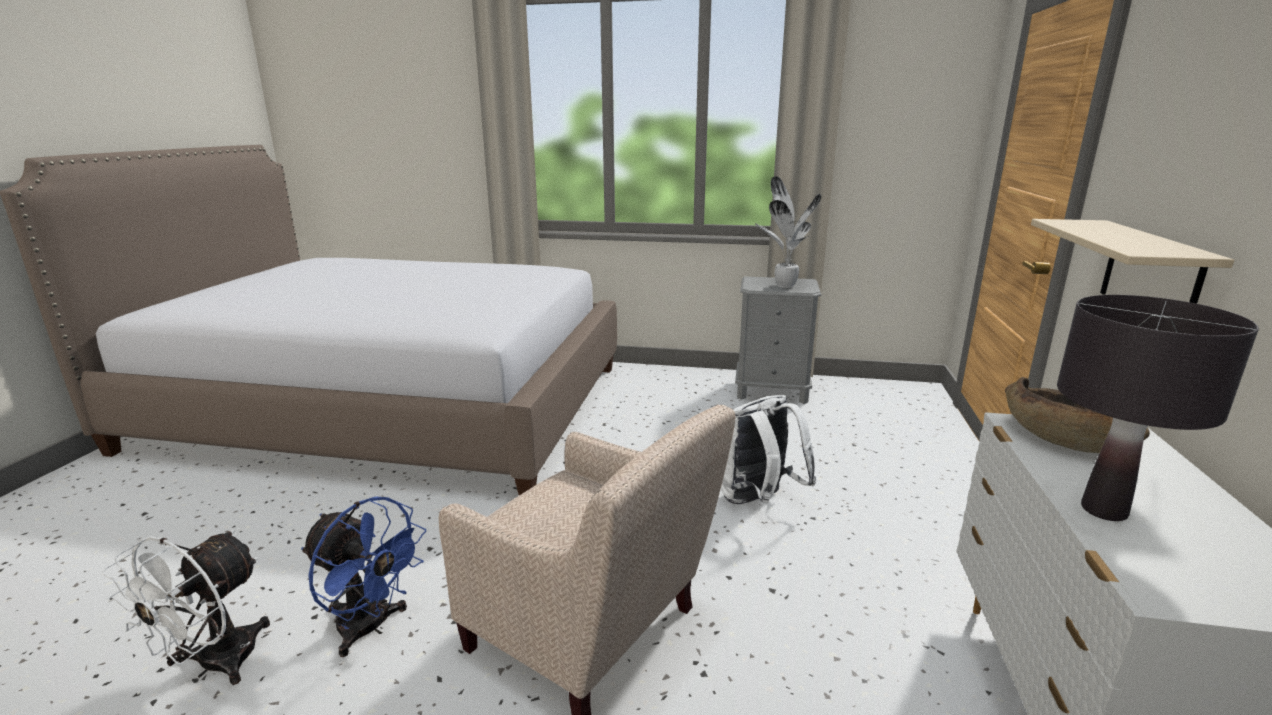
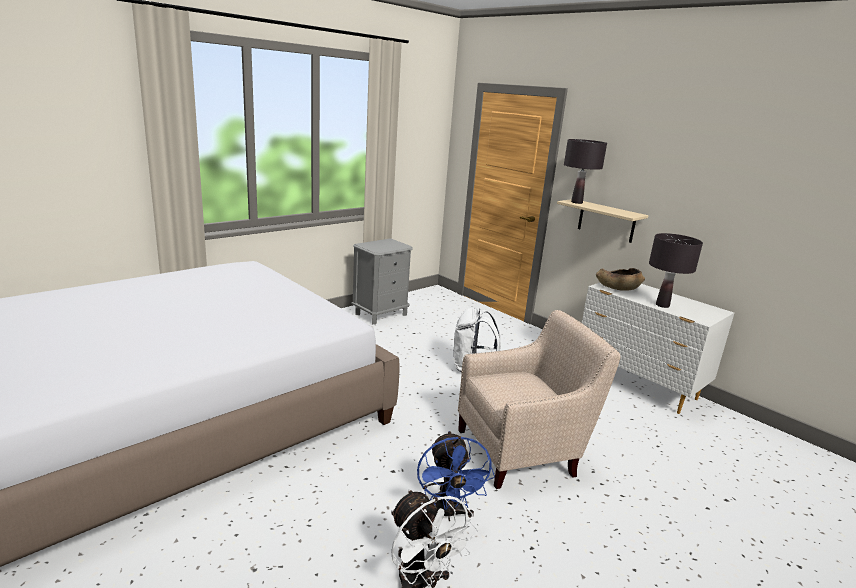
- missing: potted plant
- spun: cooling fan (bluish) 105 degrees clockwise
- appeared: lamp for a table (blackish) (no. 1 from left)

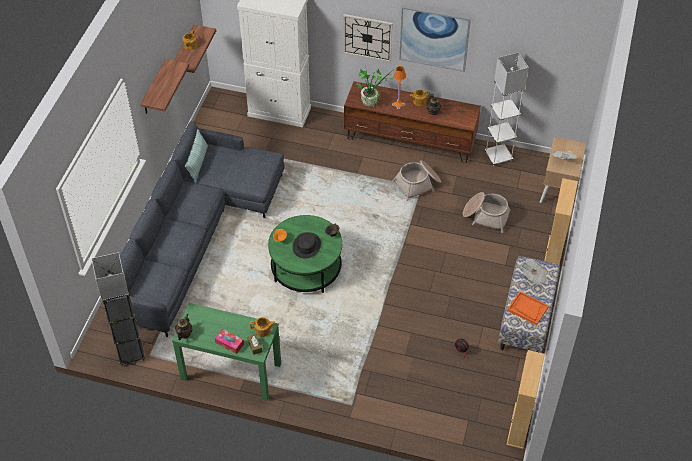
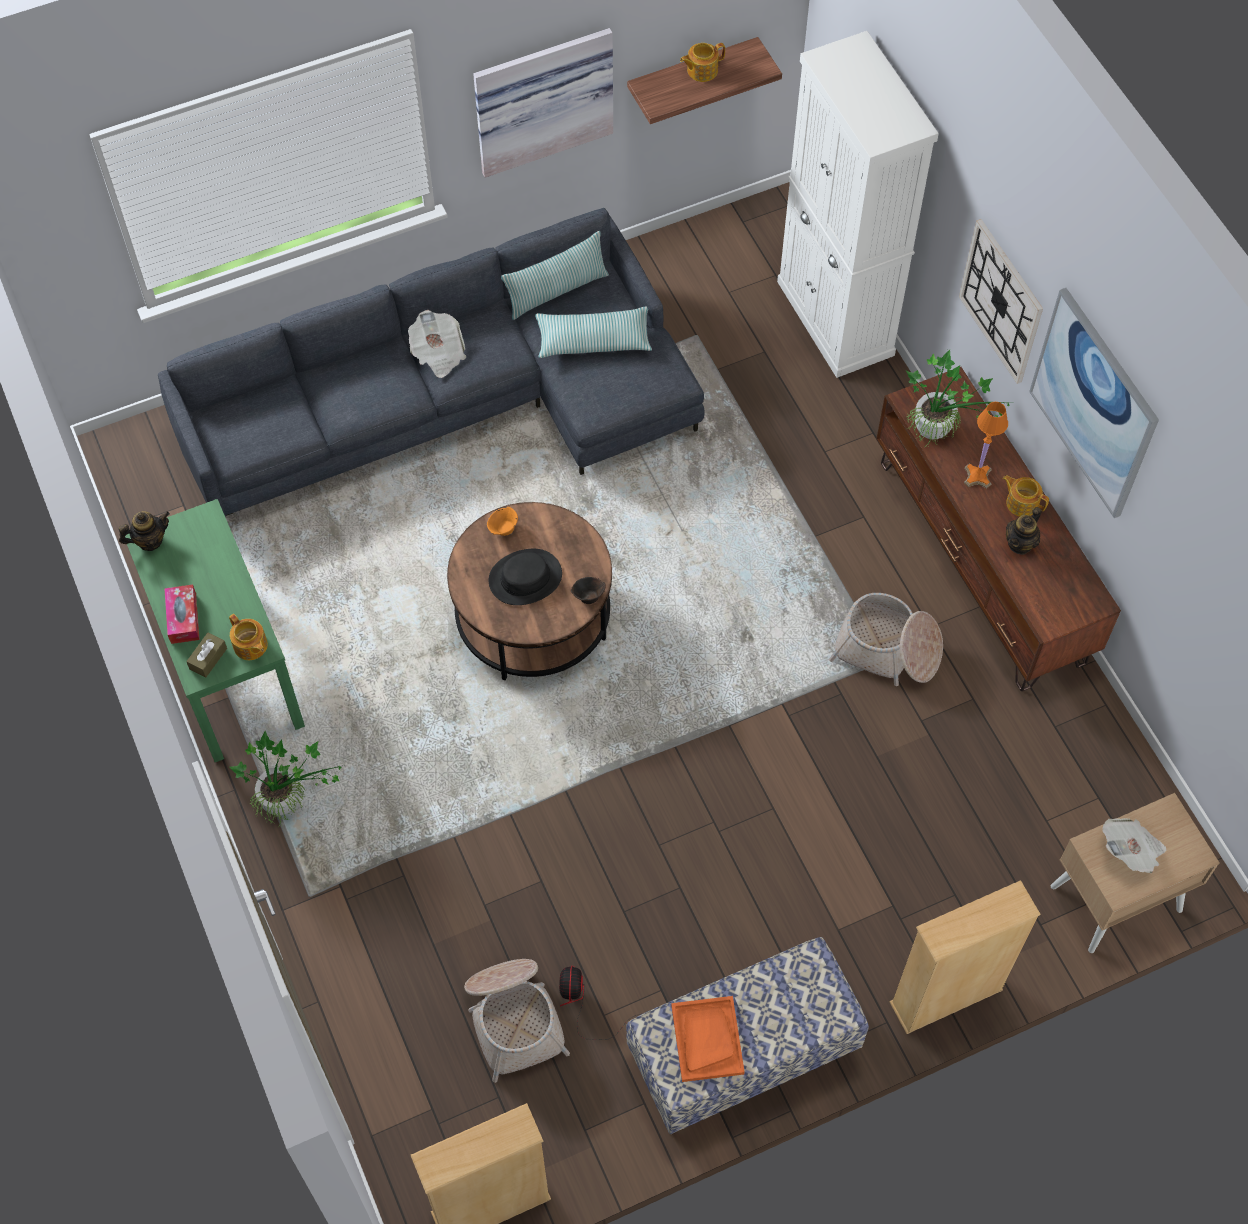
- missing: standing lamp (white-coloured)
- exchanged: shelf (no. 1 from left) to wall picture (no. 1 from left)
- relocated: basket (no. 2 from left in the first image) to basket (no. 1 from left)
- colour: low table (green) to low table (brownish)
- missing: standing lamp (blackish)
- relocated: daily paper (no. 1 from left)
- appeared: cushion (no. 2 from left)
- appeared: potted plant (no. 1 from left)

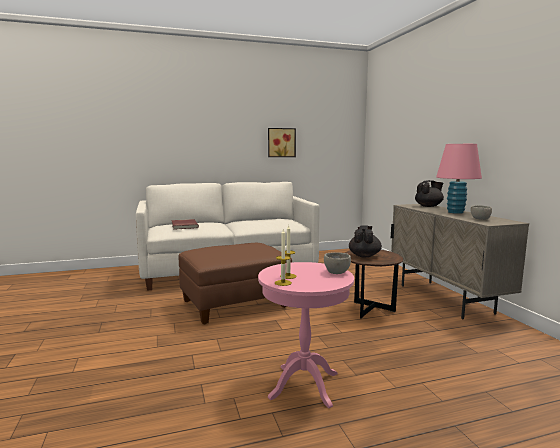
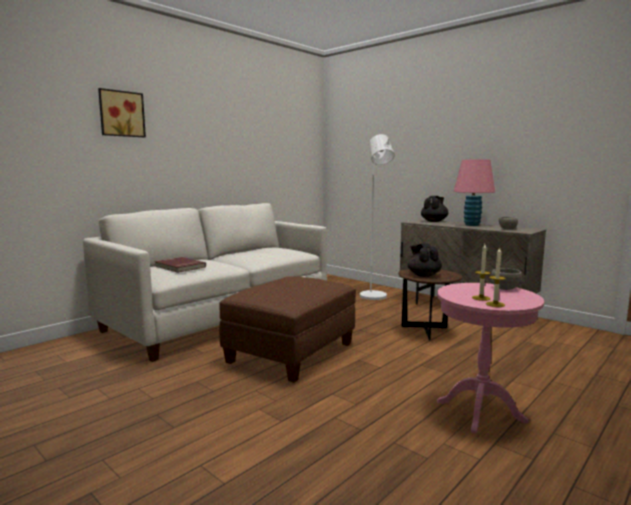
- relocated: wall picture
- appeared: standing lamp (white-coloured)

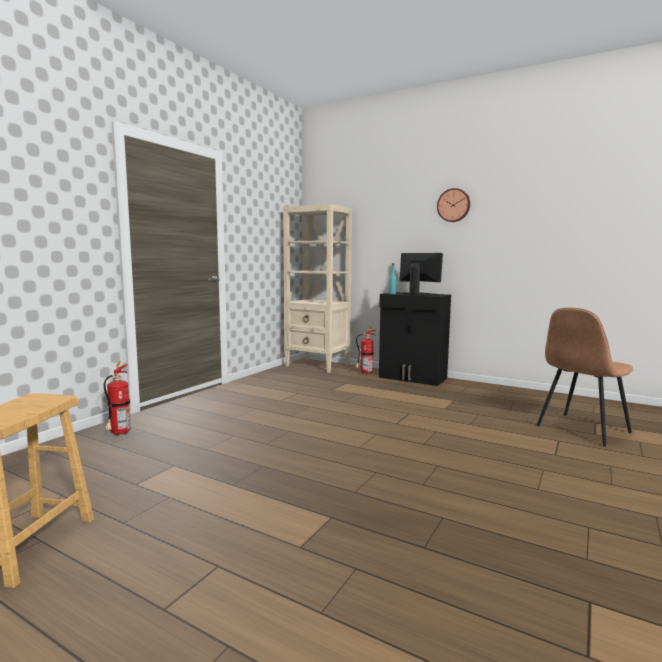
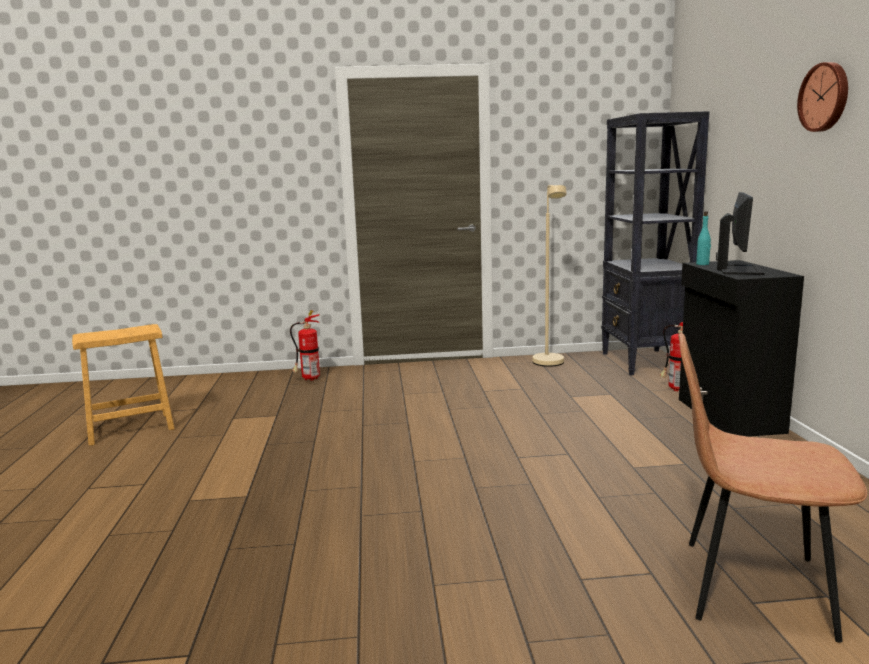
- colour: bookshelf (beige-coloured) to bookshelf (blackish)
- appeared: standing lamp (beige-coloured)

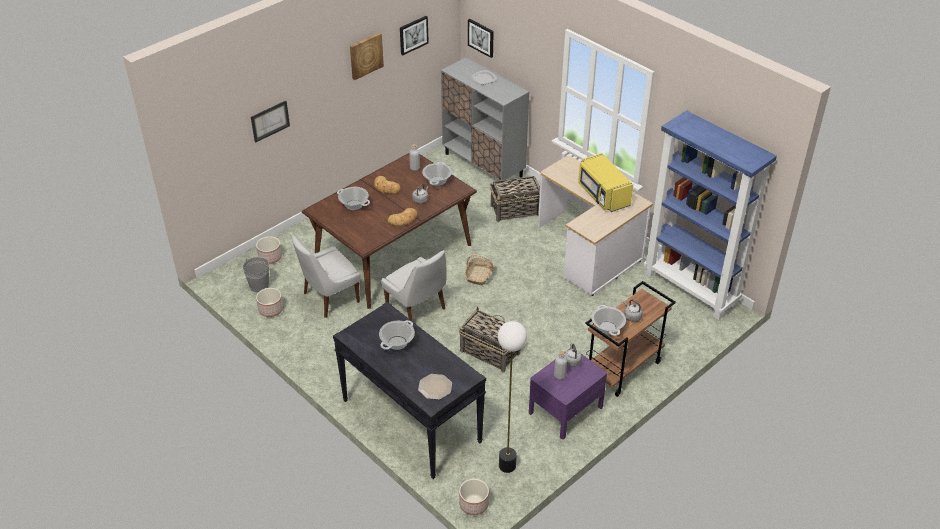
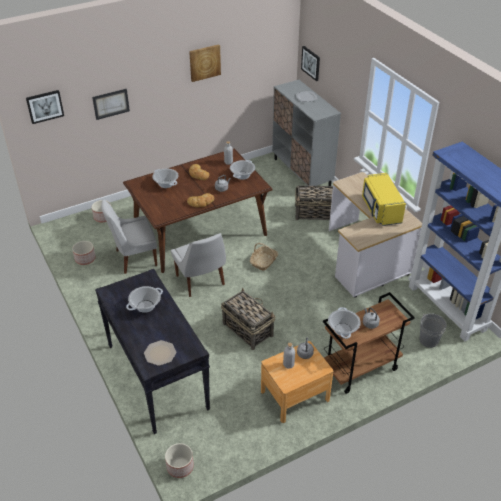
- relocated: wall picture (no. 3 from left in the first image) to wall picture (no. 1 from left)
- relocated: pail (grey)
- missing: standing lamp
- colour: nightstand (purple) to nightstand (brownish)

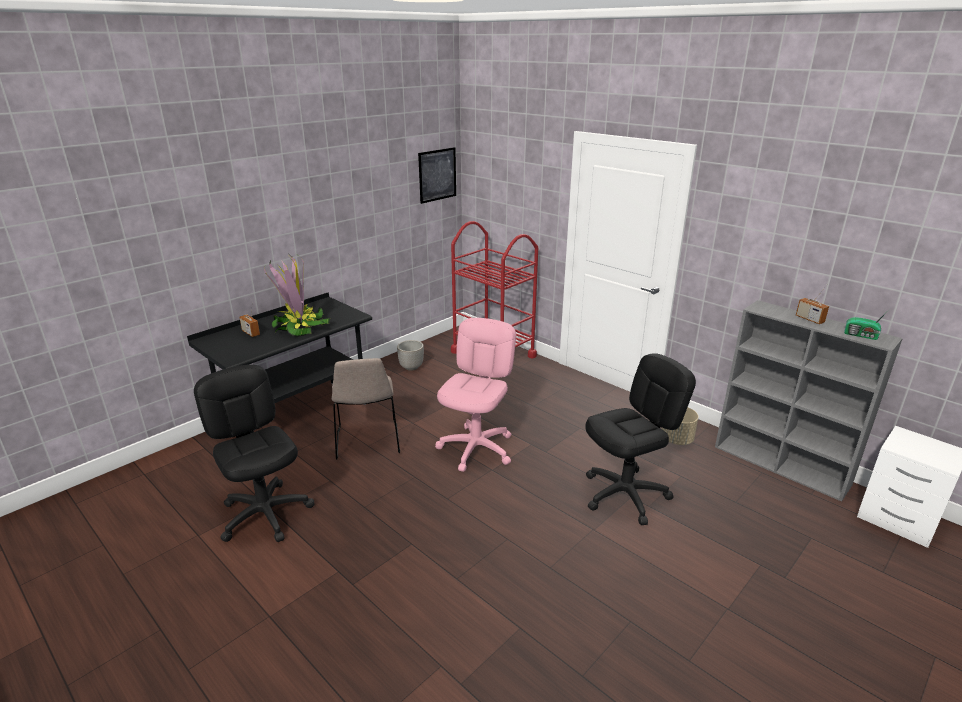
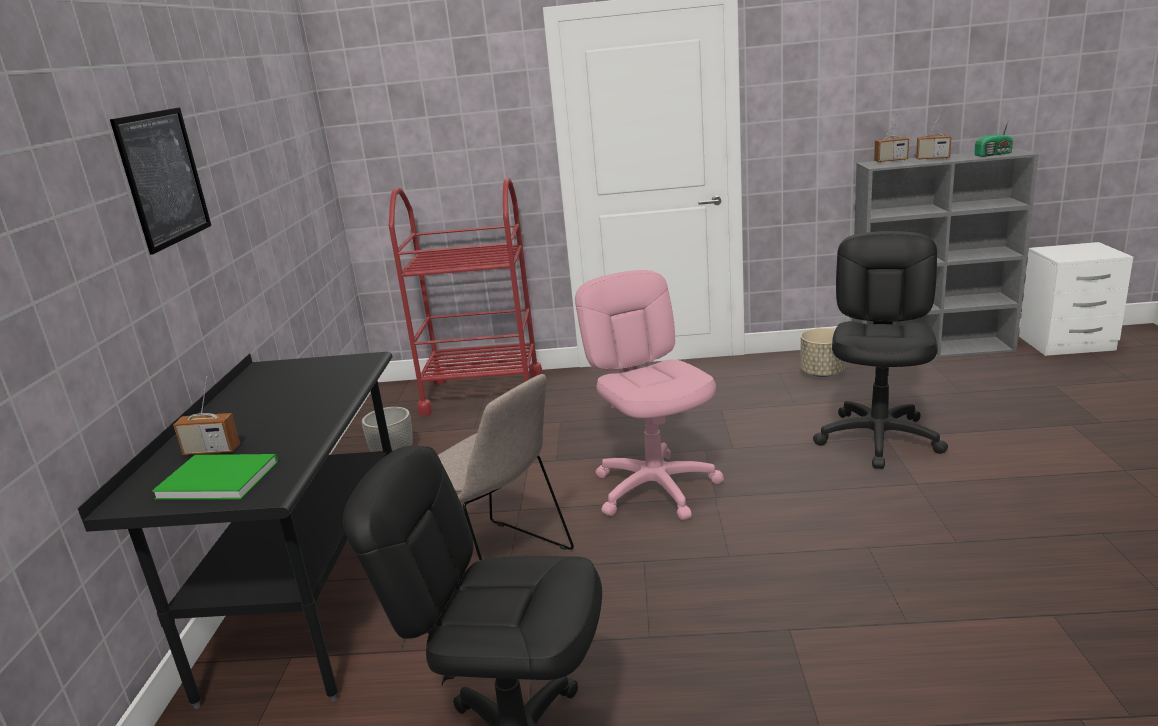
- relocated: wall picture
- missing: potted plant
- appeared: radio (no. 2 from left)
- appeared: volume (green)

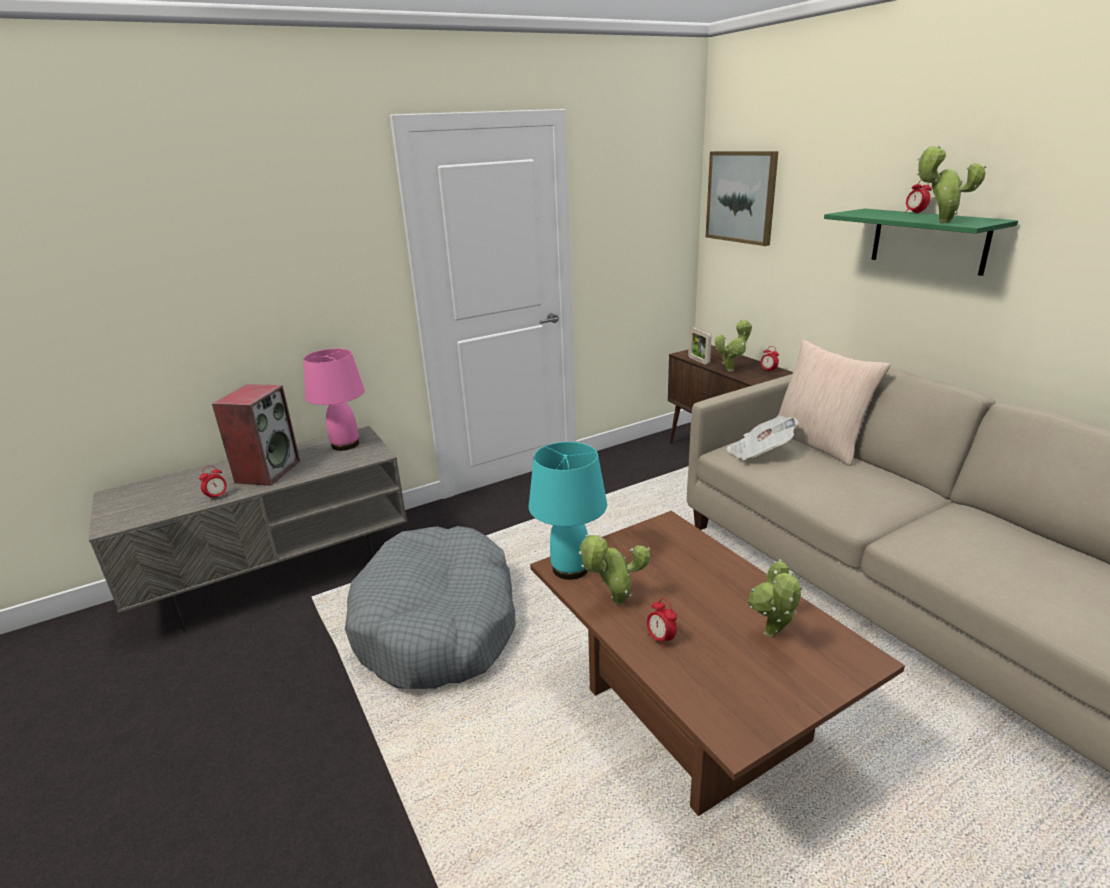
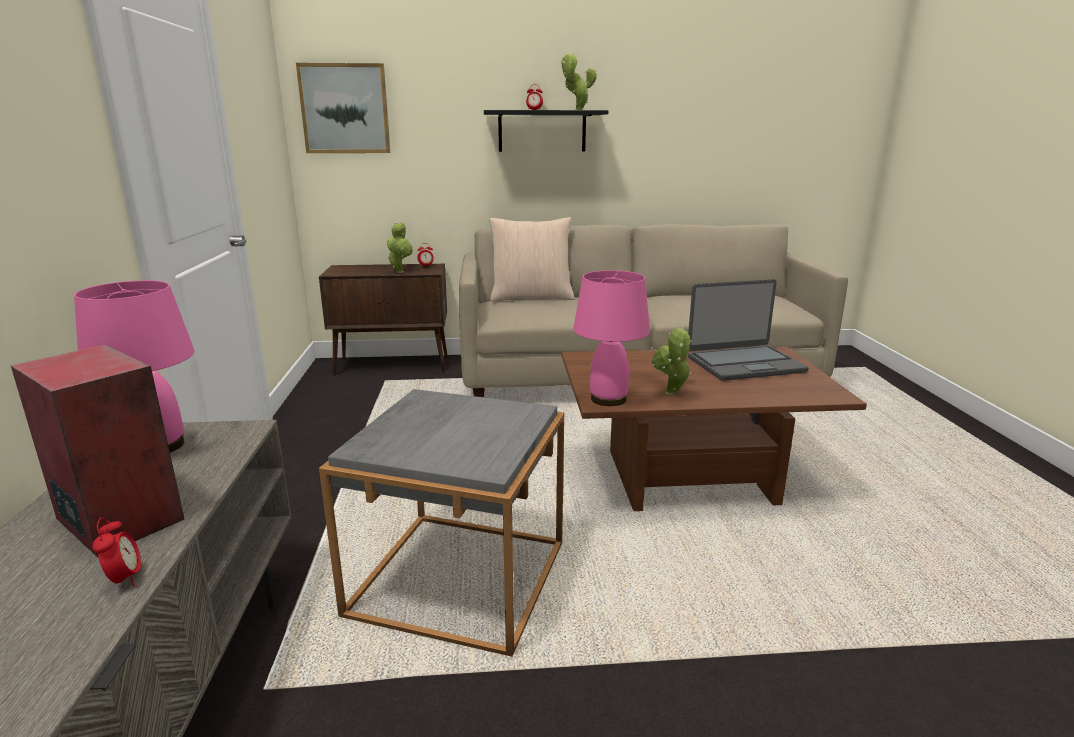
- colour: shelf (green) to shelf (blackish)
- missing: photo frame
- missing: daily paper
- colour: lamp for a table (blue-green) to lamp for a table (pink-coloured) (no. 2 from left)
- exchanged: dog bed (grey) to accent table (grey)
- exchanged: potted plant (no. 3 from left) to notebook computer
- missing: alarm clock (no. 2 from left)

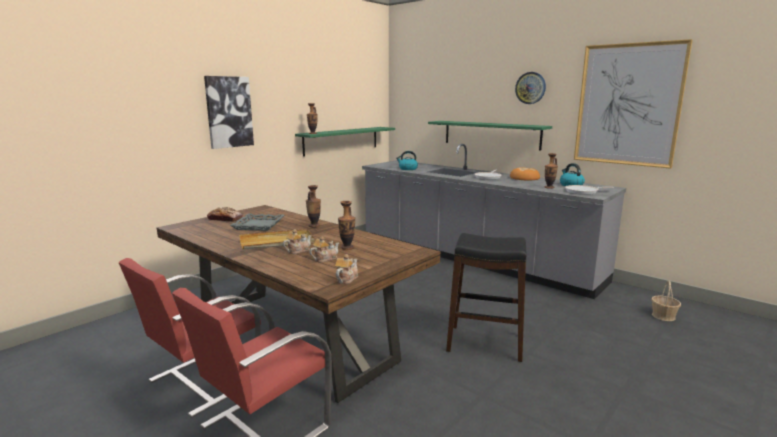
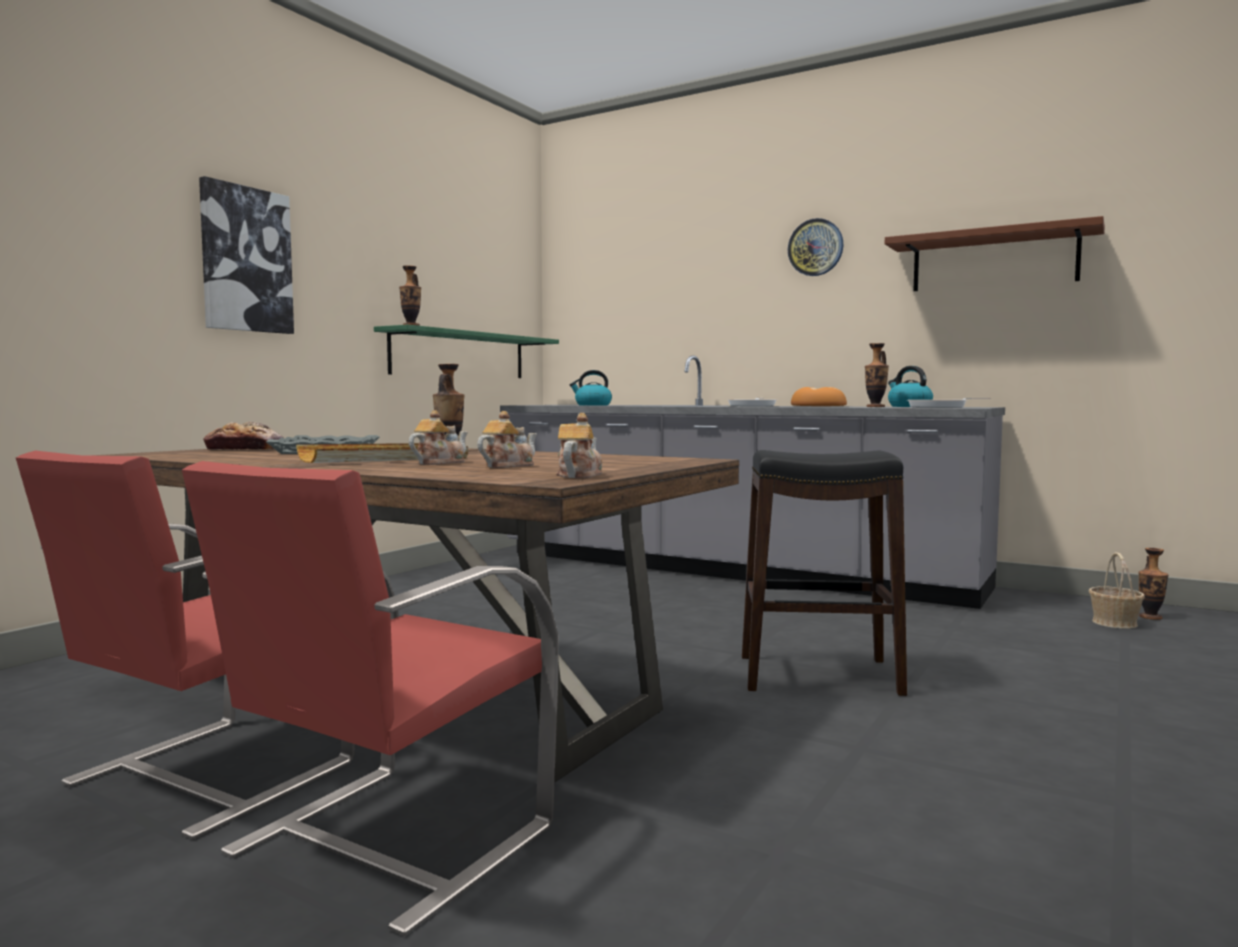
- exchanged: wall picture (no. 2 from left) to shelf (brownish)
- missing: shelf (green) (no. 2 from left)
- relocated: decorative vase (no. 3 from left in the first image) to decorative vase (no. 4 from left)

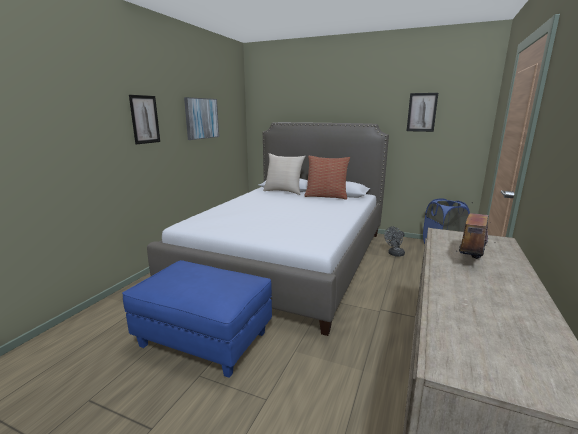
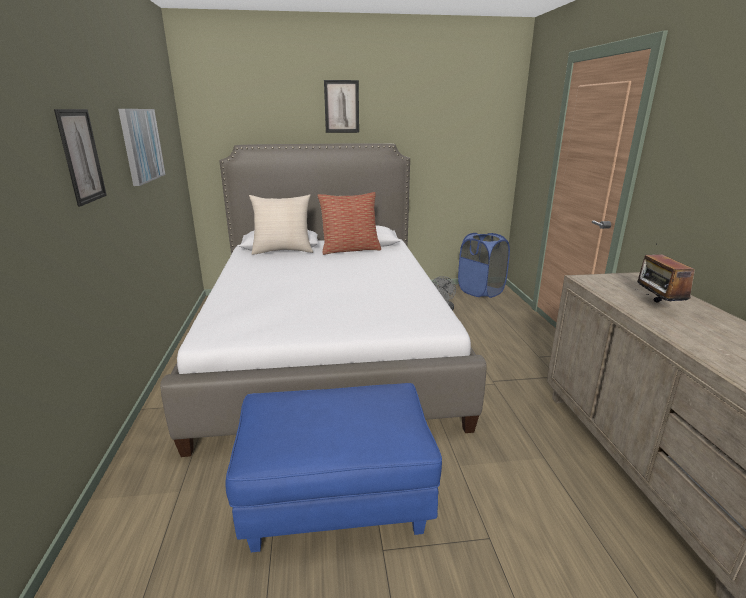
- relocated: wall picture (no. 3 from left)

